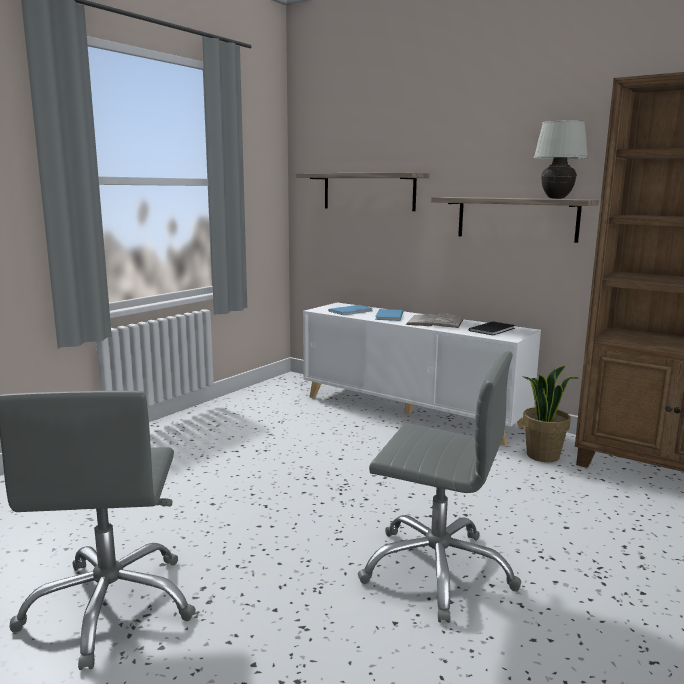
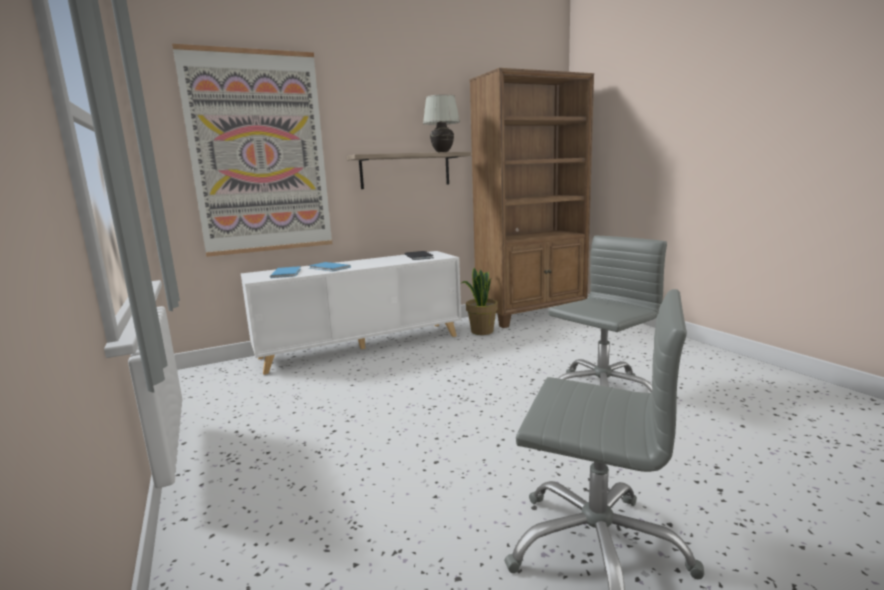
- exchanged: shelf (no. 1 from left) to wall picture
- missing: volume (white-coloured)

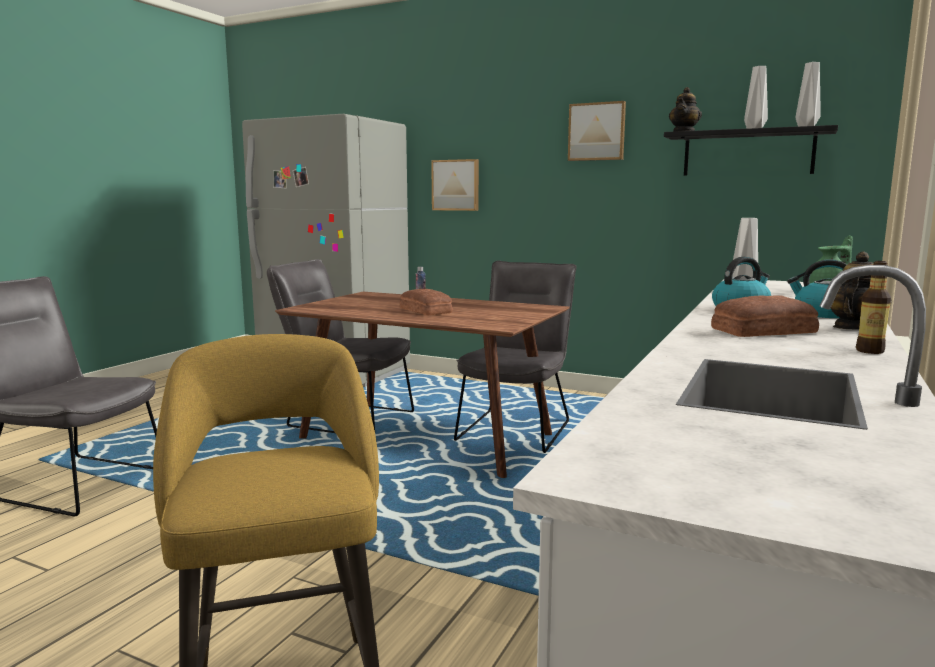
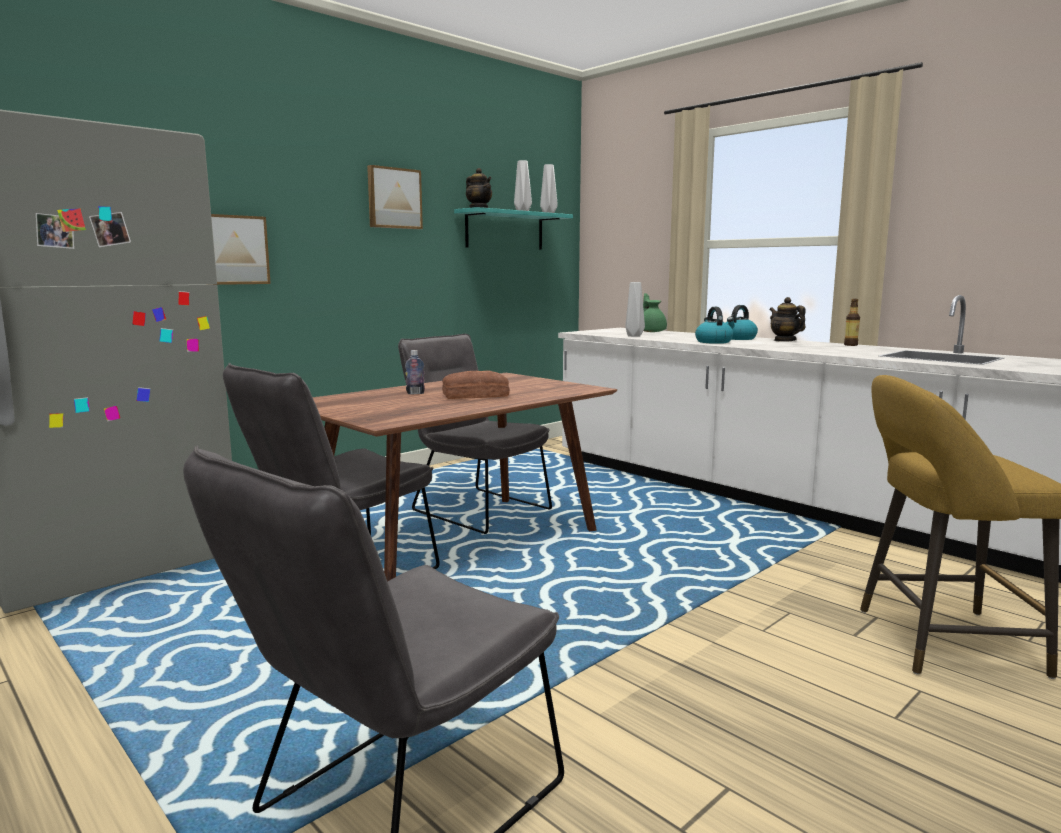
- colour: shelf (blackish) to shelf (blue-green)
- missing: bread (no. 2 from left)

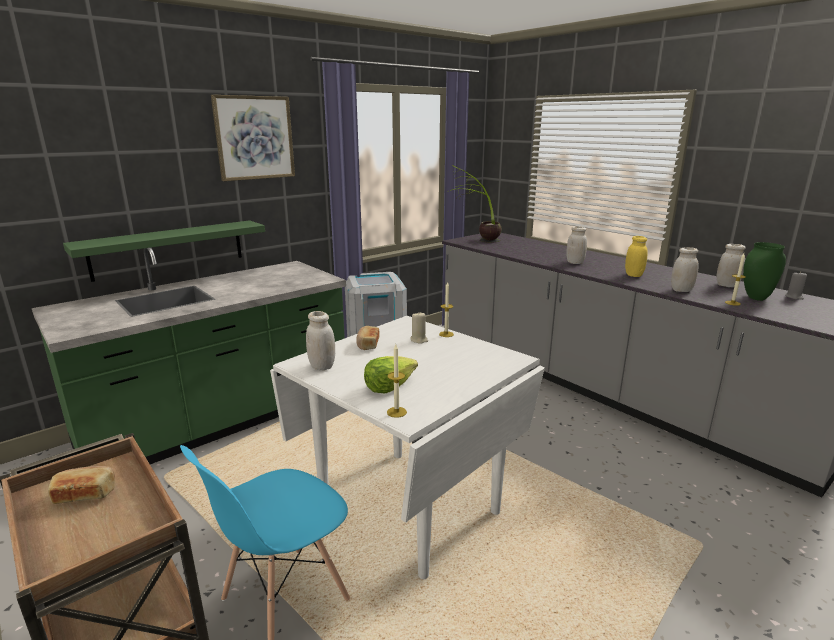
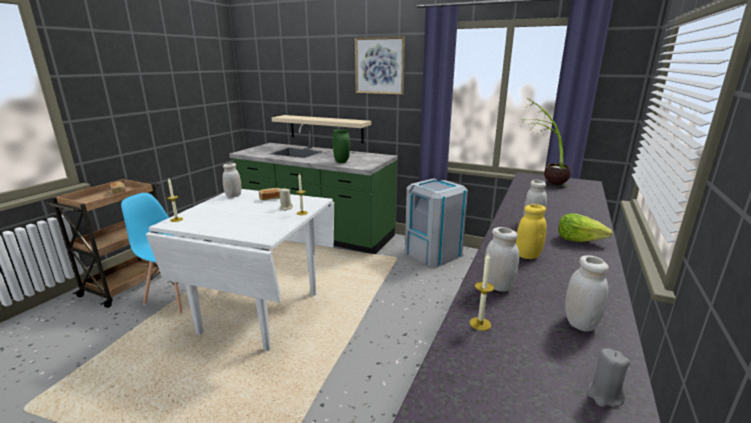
- colour: shelf (green) to shelf (beige-coloured)
- relocated: decorative vase (green)
- relocated: head of lettuce

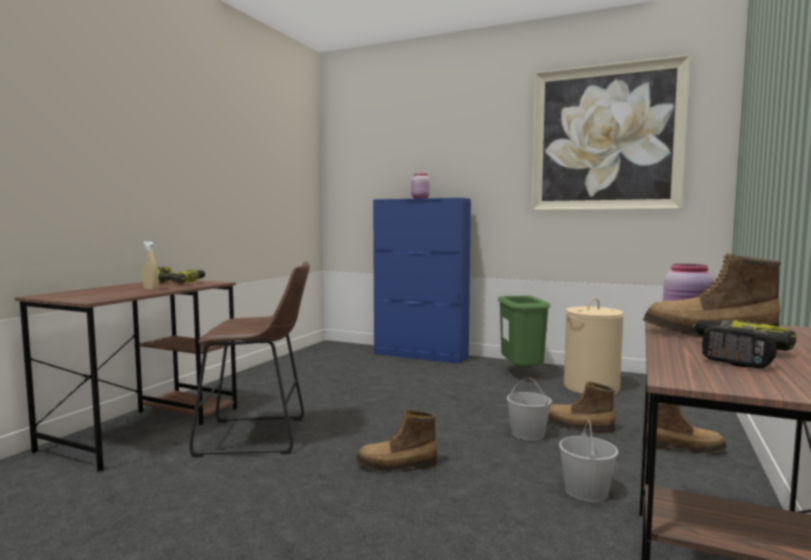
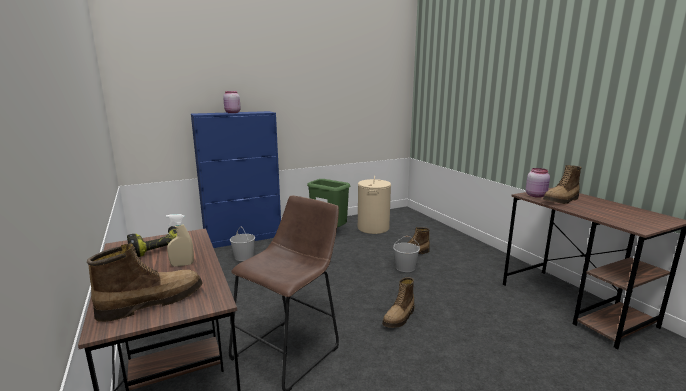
- missing: wall picture
- missing: power drill (no. 2 from left)
- relocated: boot (no. 3 from left in the first image) to boot (no. 1 from left)
- relocated: pail (white-coloured) (no. 2 from left in the first image) to pail (white-coloured) (no. 1 from left)

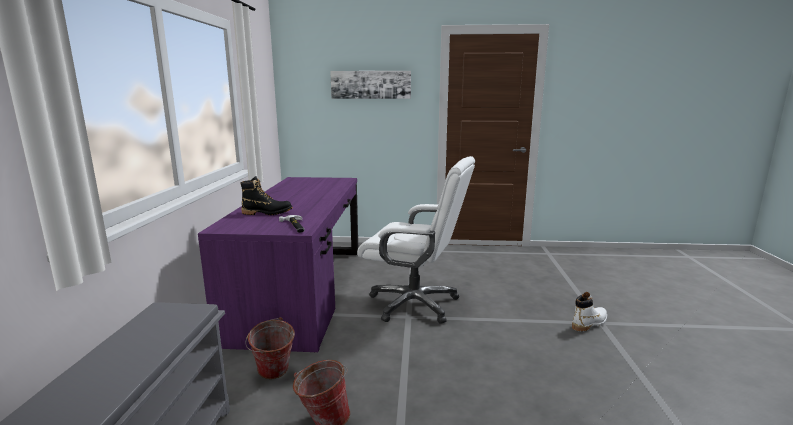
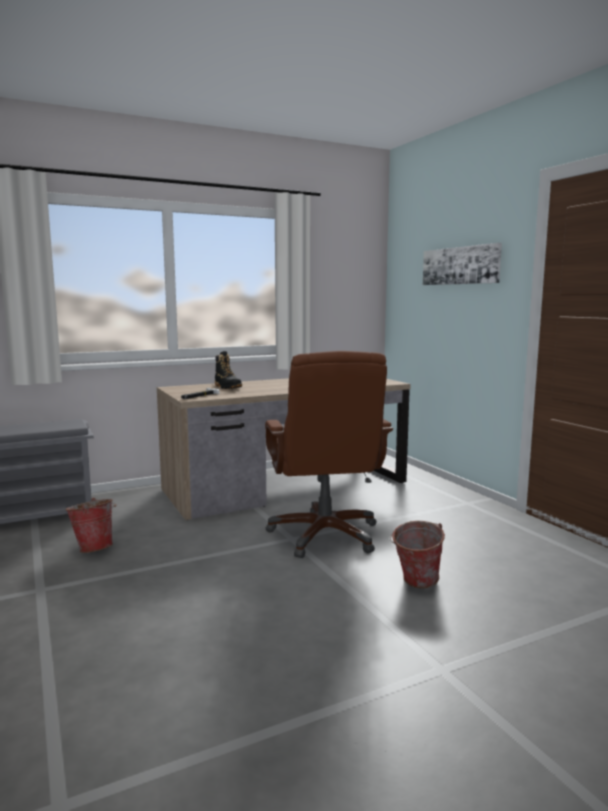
- colour: desk chair (white-coloured) to desk chair (brownish)
- colour: desk unit (purple) to desk unit (brownish)
- missing: boot (white-coloured)
- relocated: pail (no. 1 from left in the first image) to pail (no. 2 from left)

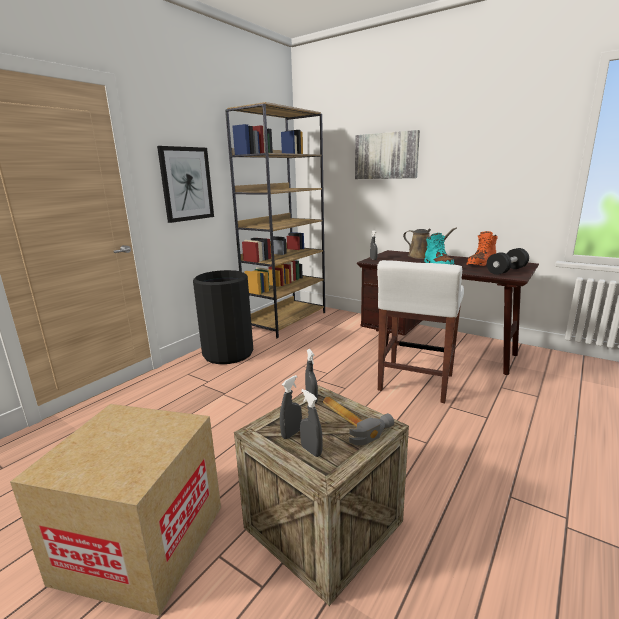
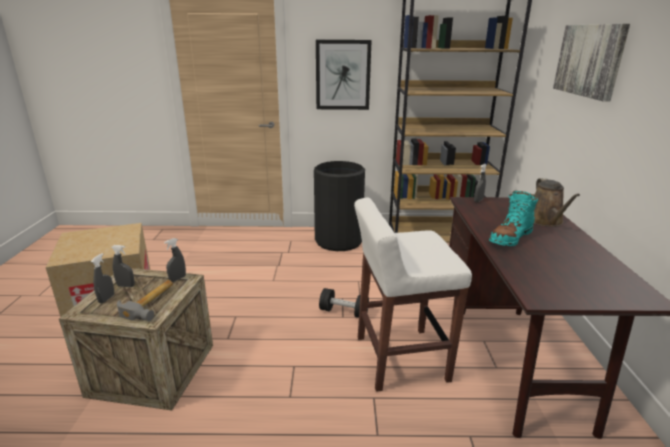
- missing: boot (orangey)
- relocated: hand weight (blackish)

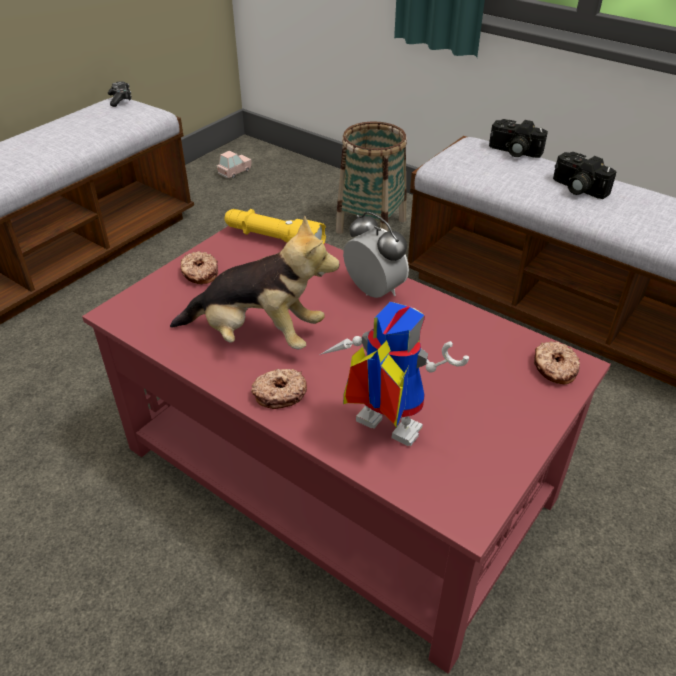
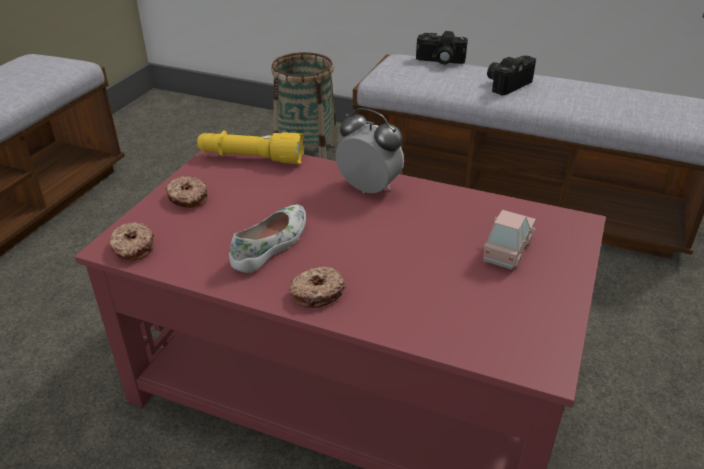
- missing: joypad
- relocated: toy car (pink-coloured)
- spun: still camera (no. 2 from left) 105 degrees clockwise
- exchanged: plush toy to shoe (white-coloured)
- missing: robot figure
- relocated: donut (no. 3 from left in the first image) to donut (no. 1 from left)

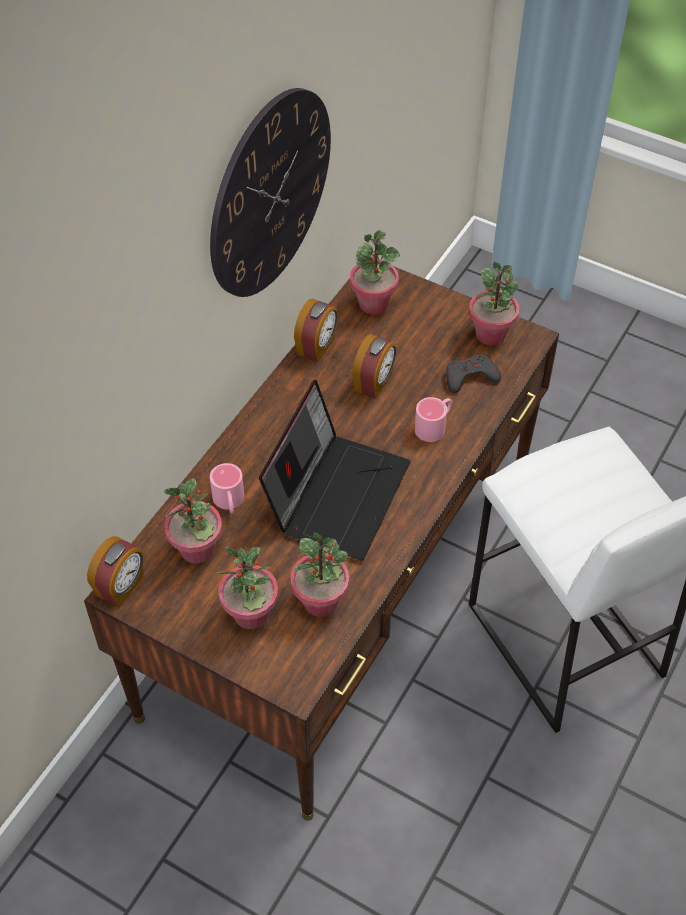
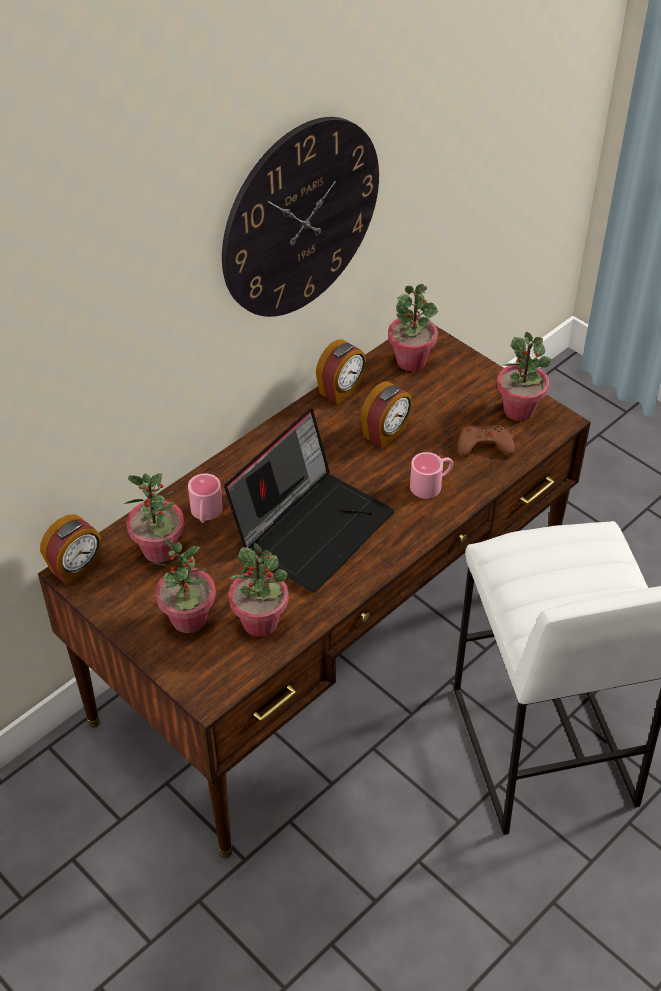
- colour: joypad (grey) to joypad (brownish)

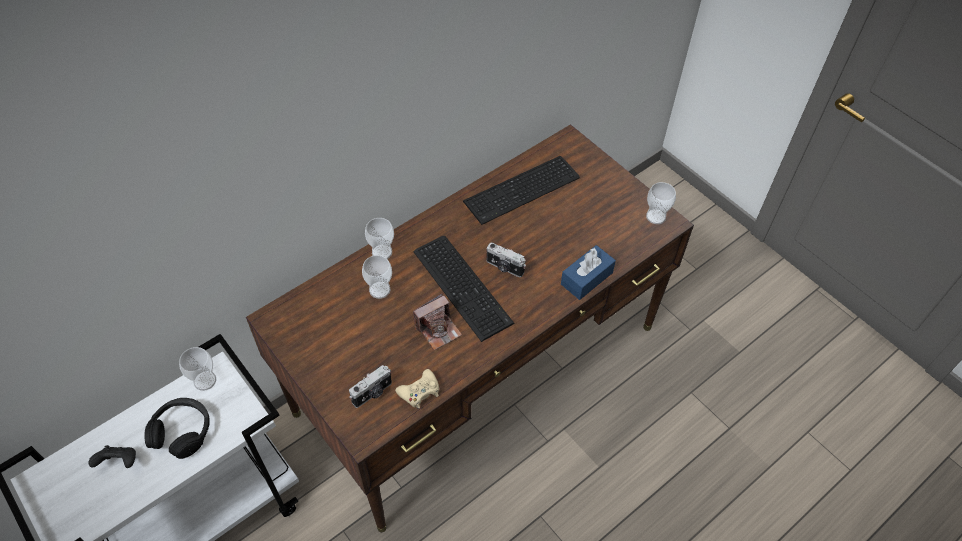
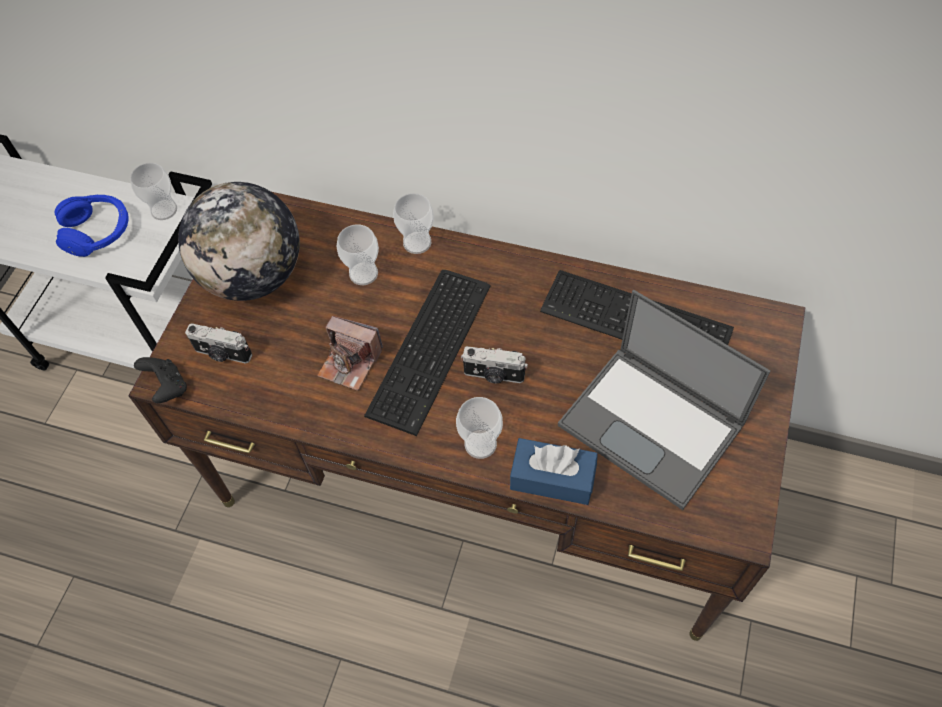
- relocated: drinking cup (no. 4 from left)
- spun: still camera (no. 3 from left) 75 degrees counterclockwise
- missing: joypad (beige-coloured)
- colour: pair of headphones (blackish) to pair of headphones (bluish)
- relocated: joypad (blackish)
- appeared: world globe
- appeared: notebook computer

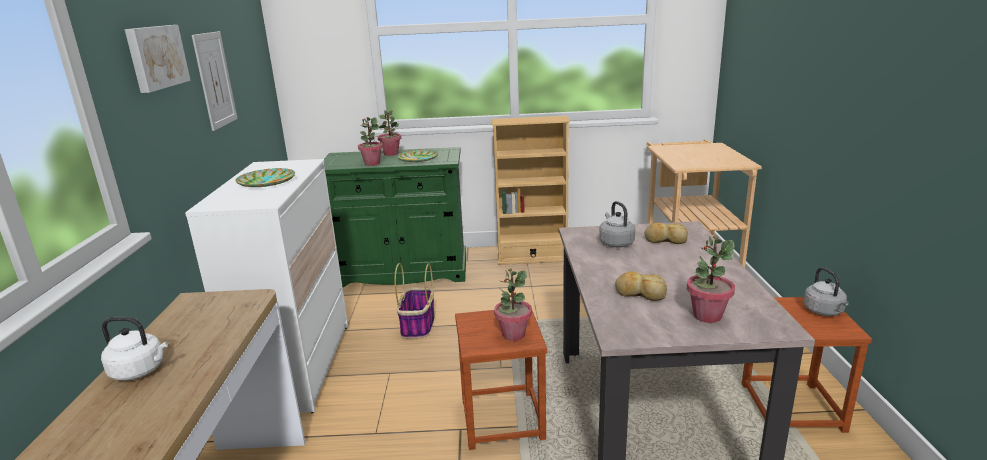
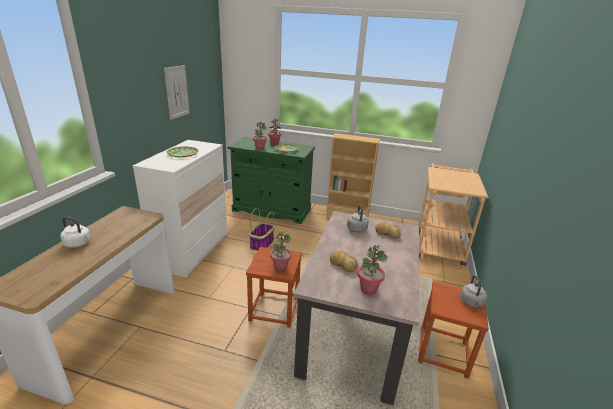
- missing: wall picture (no. 1 from left)

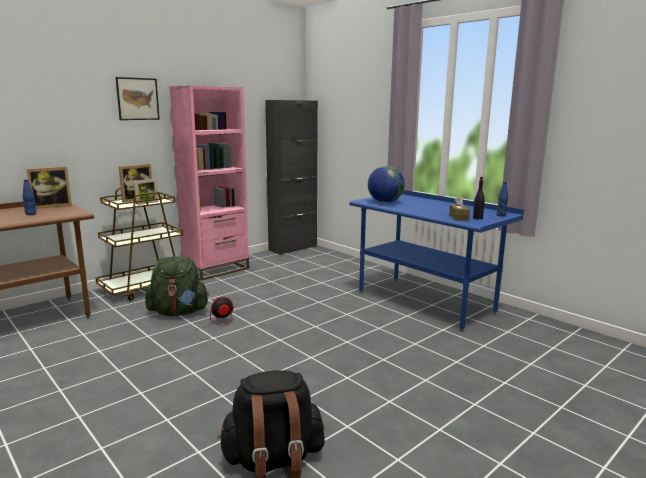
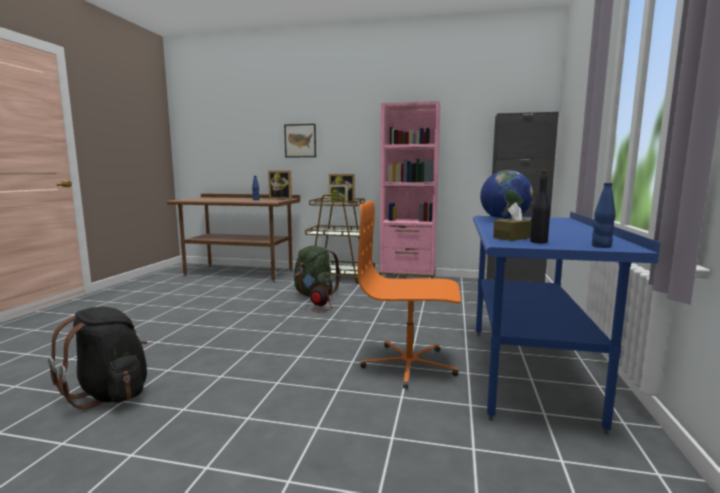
- relocated: wall picture
- appeared: desk chair (orangey)

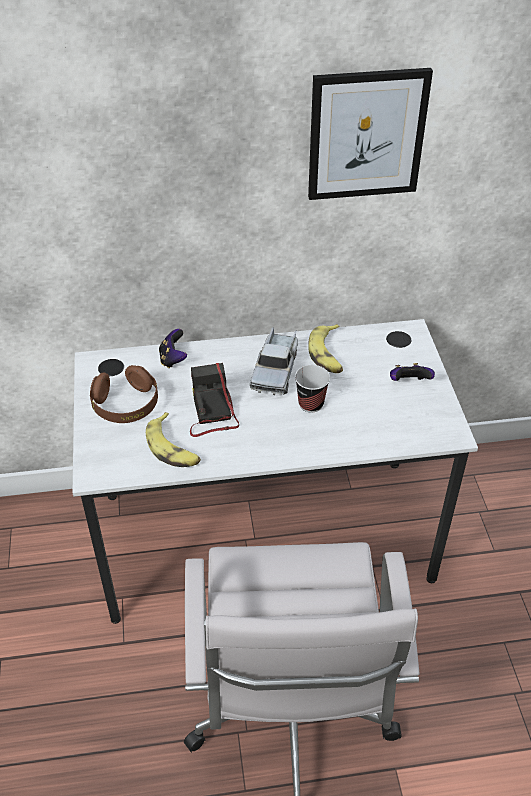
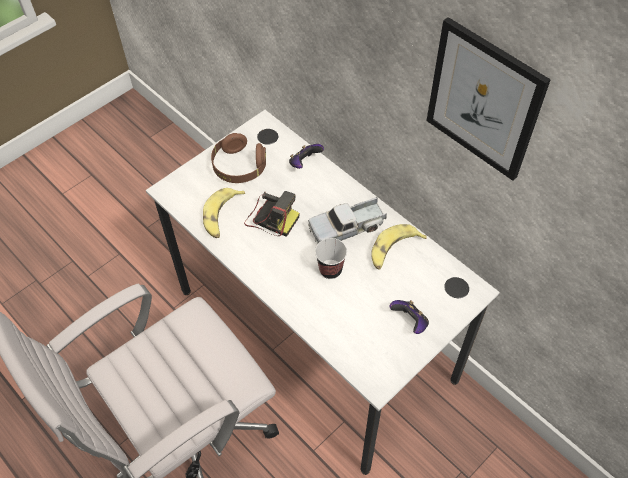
- spun: still camera 75 degrees clockwise

